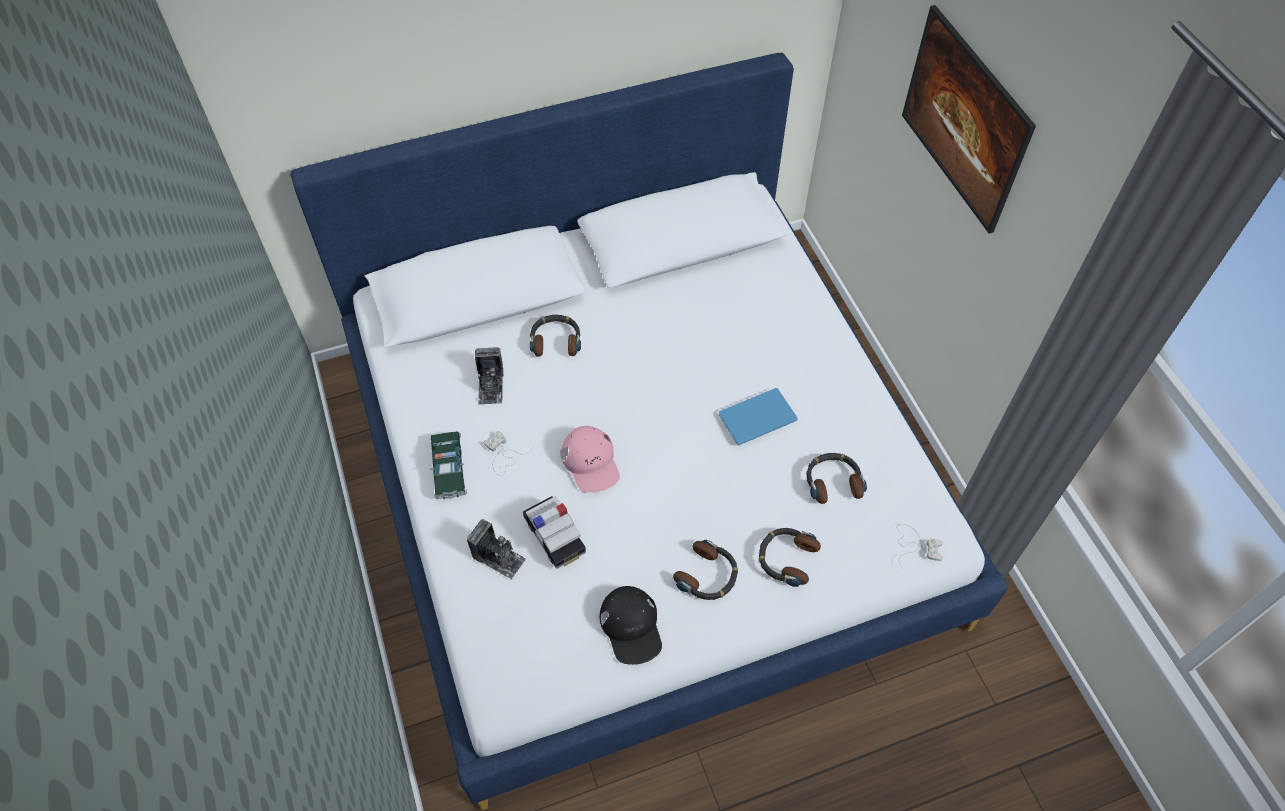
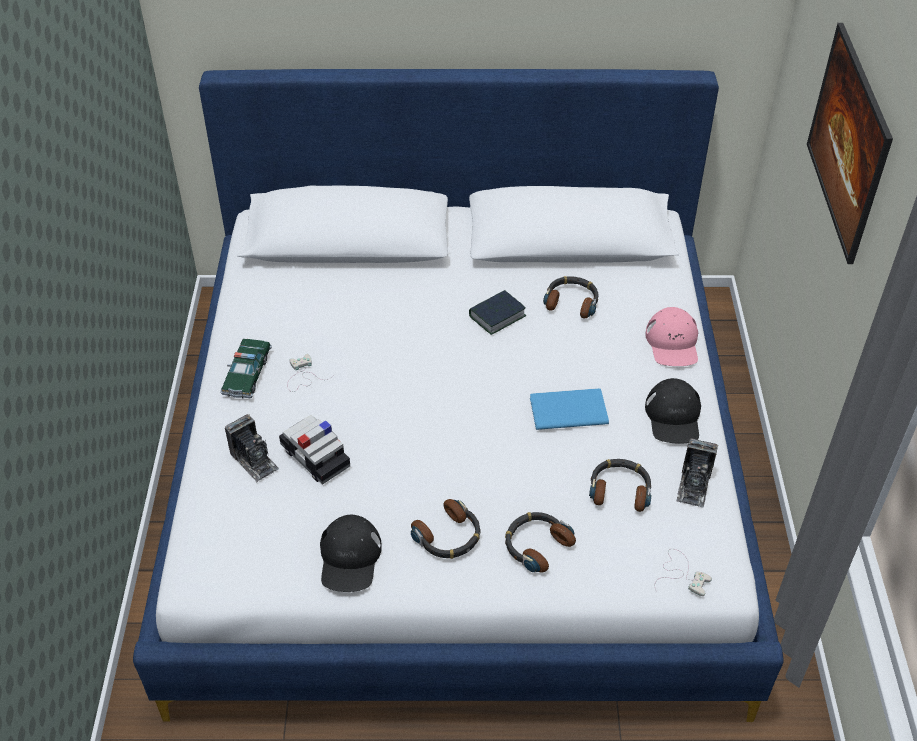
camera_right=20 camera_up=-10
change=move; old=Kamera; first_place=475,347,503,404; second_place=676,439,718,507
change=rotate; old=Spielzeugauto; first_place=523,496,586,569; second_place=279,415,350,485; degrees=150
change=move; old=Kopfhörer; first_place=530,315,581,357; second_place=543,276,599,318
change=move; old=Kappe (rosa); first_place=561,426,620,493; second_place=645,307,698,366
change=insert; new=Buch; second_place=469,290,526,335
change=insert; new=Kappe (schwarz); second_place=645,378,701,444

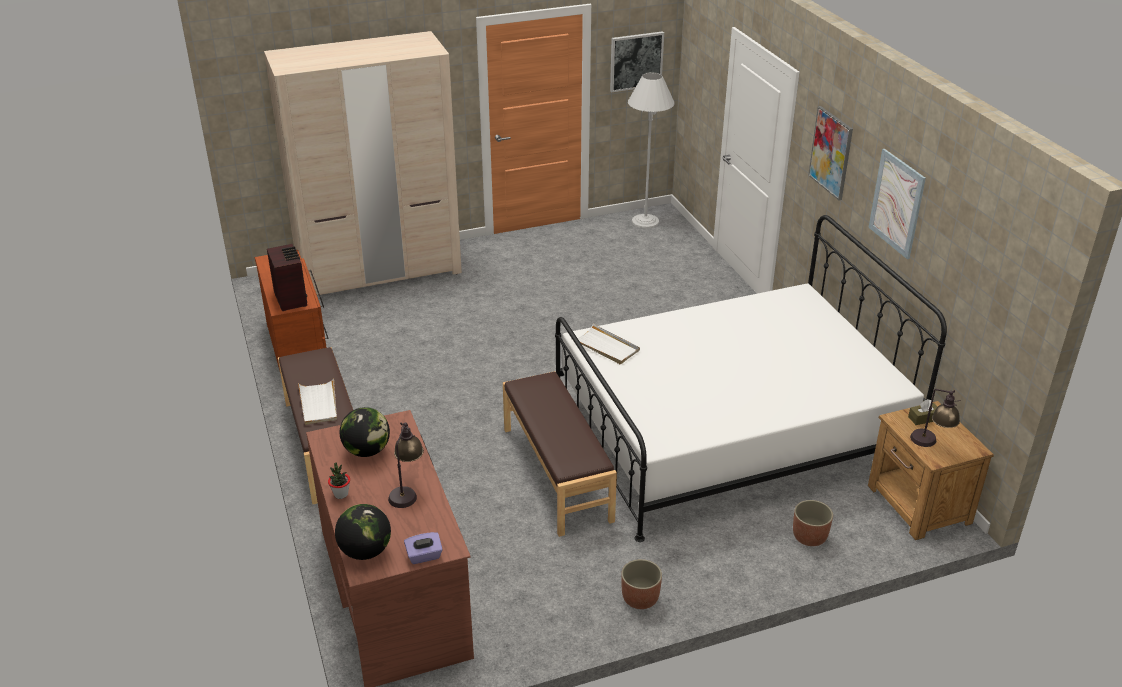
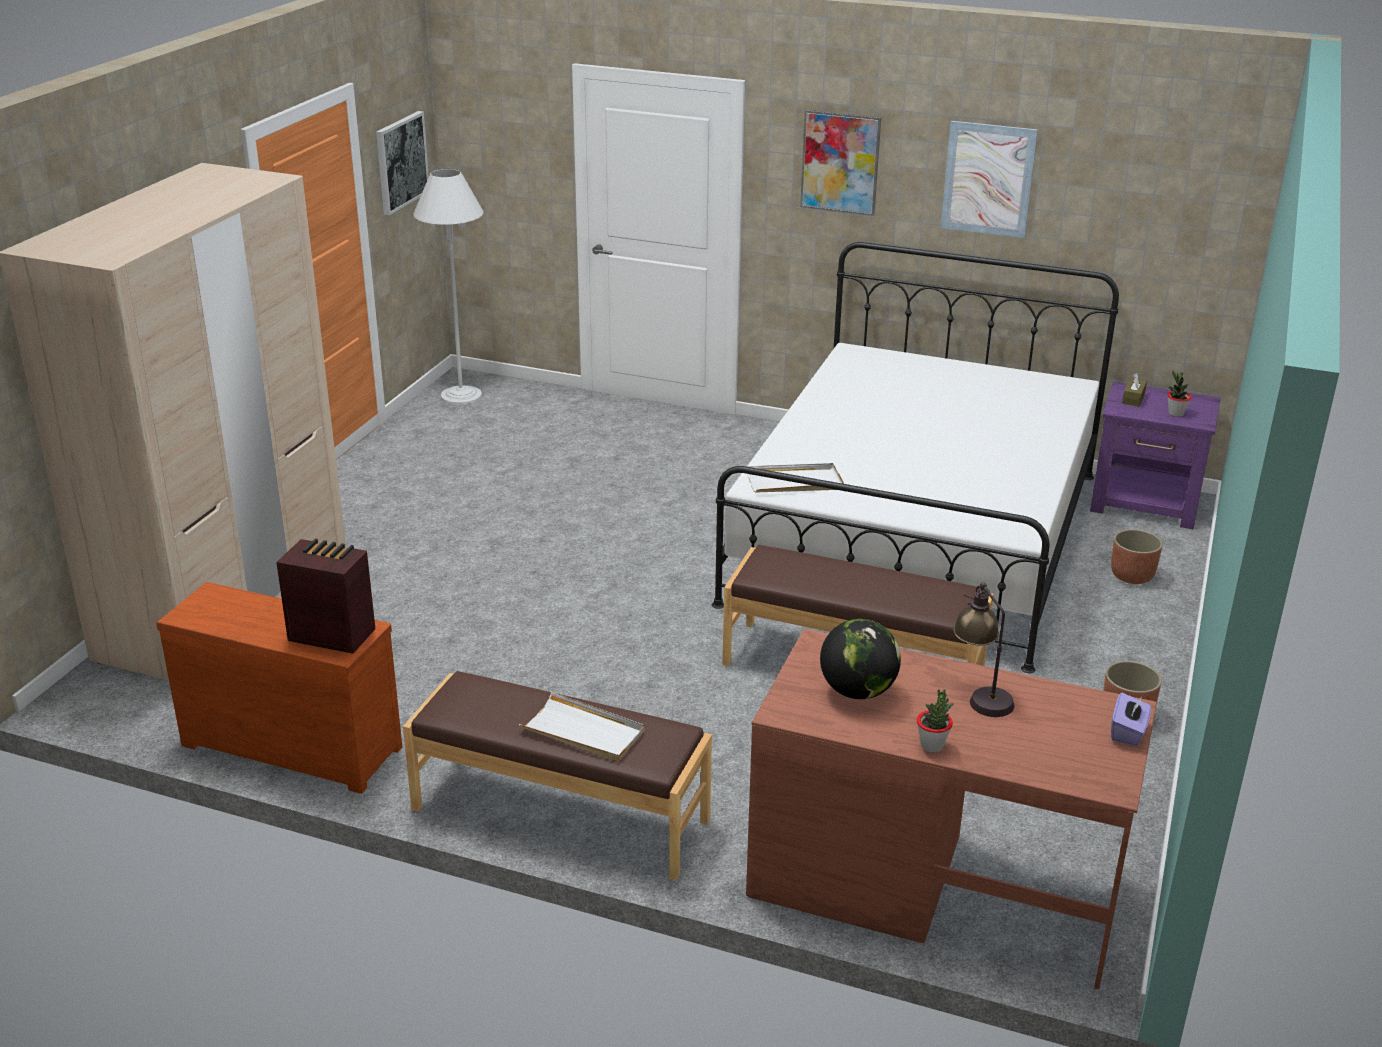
camera_right=-50 camera_up=-5
change=delete; old=Globus; first_place=335,504,391,560
change=recolor; old=Nachttisch (braun); new=Nachttisch (lila); first_place=868,401,994,540; second_place=1090,382,1221,529
change=replace; old=Tischlampe; new=Topfpflanze; first_place=910,389,961,447; second_place=1167,371,1192,417

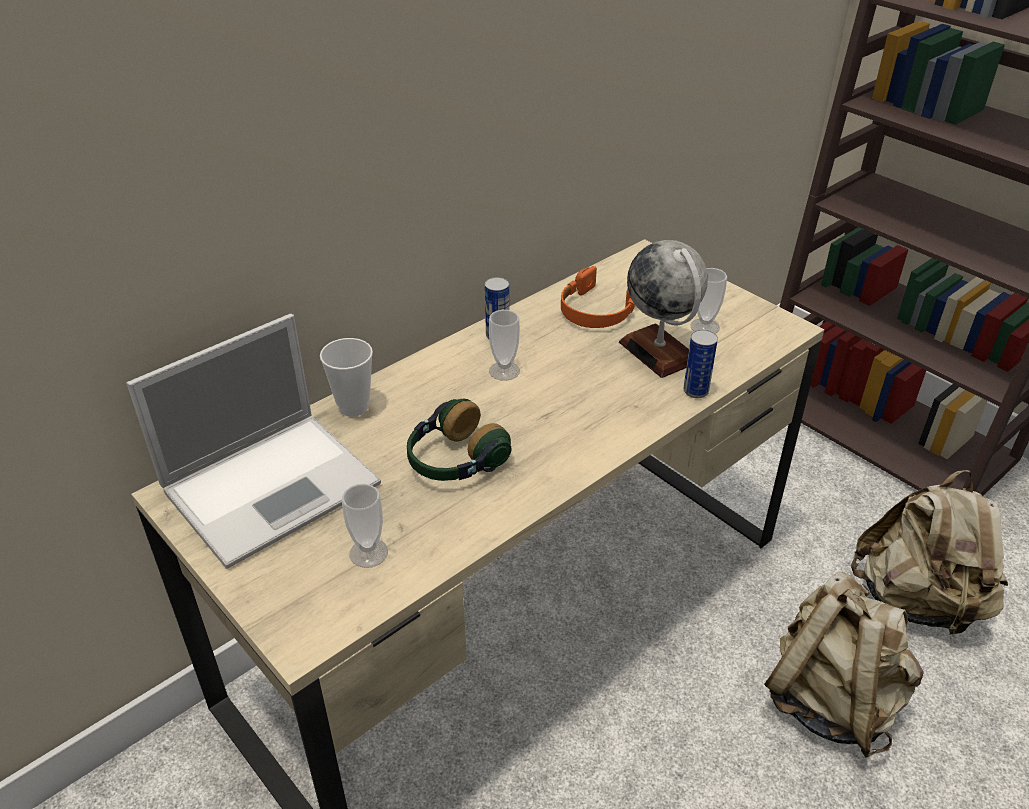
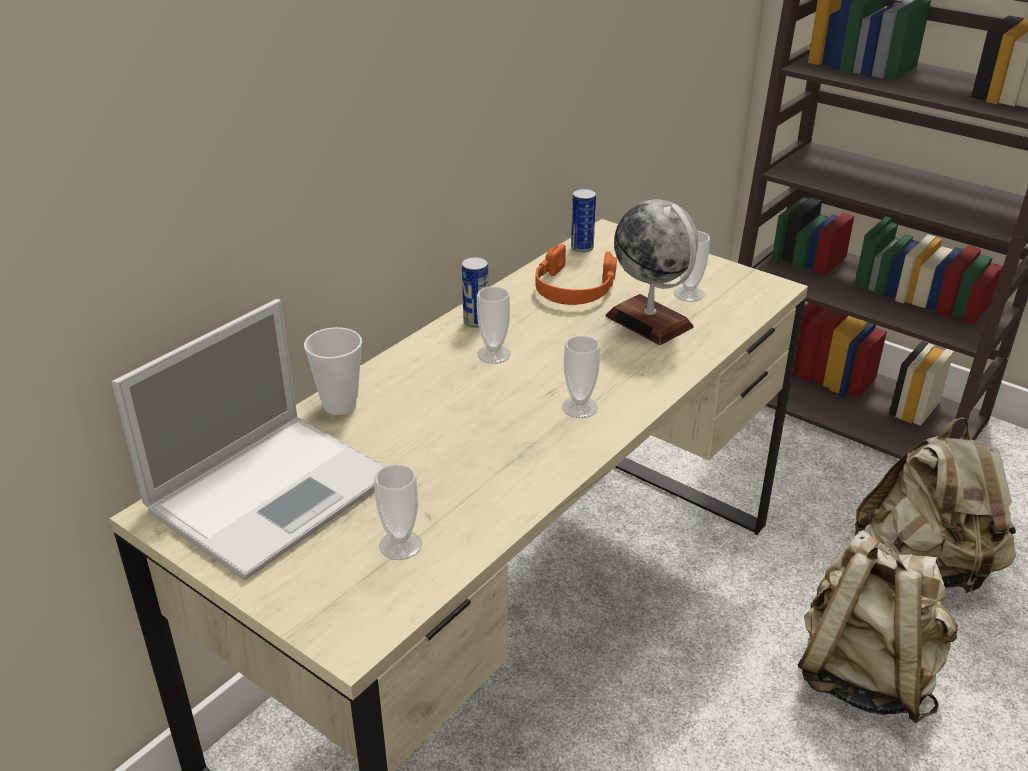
camera_right=-10 camera_up=-5
change=delete; old=Kopfhörer; first_place=407,399,511,481
change=move; old=Dose; first_place=683,330,718,398; second_place=571,188,596,253
change=insert; new=Tasse; second_place=562,335,600,418

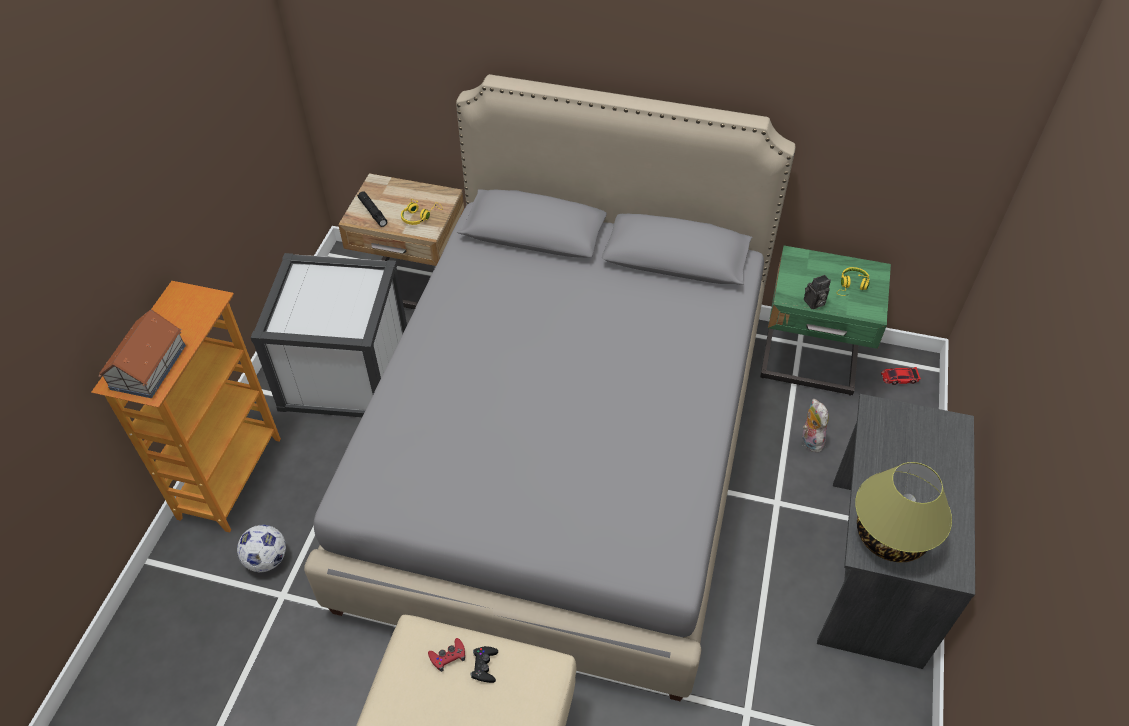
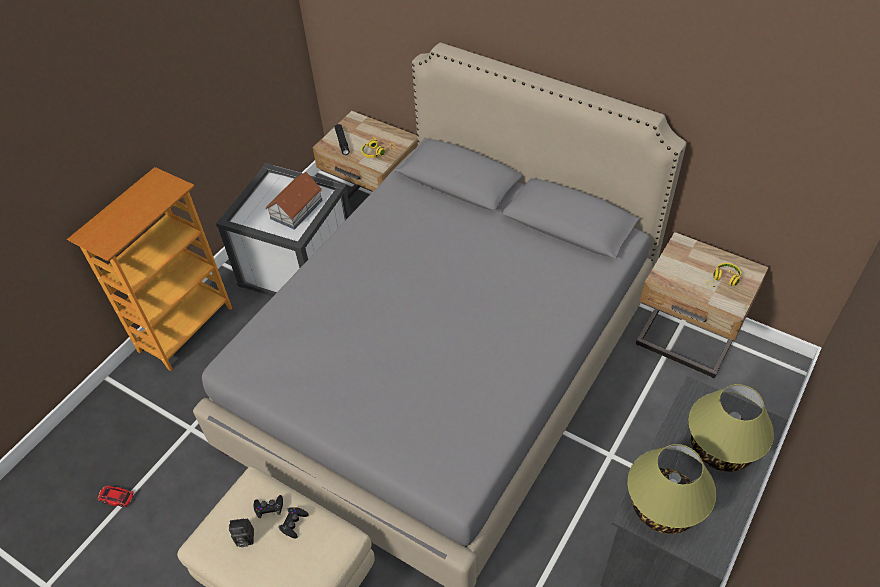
camera_right=20 camera_up=0
change=move; old=Spielzeughaus; first_place=98,309,186,398; second_place=265,172,323,229
change=delete; old=Fußball; first_place=237,525,286,572
change=recolor; old=Gamepad (rot); new=Gamepad (schwarz); first_place=428,638,465,672; second_place=254,495,283,518
change=recolor; old=Nachttisch (grün); new=Nachttisch (beige); first_place=760,246,891,395; second_place=636,232,769,378
change=delete; old=Plüschtier; first_place=802,399,829,453
change=move; old=Kamera; first_place=804,275,831,309; second_place=229,519,254,547
change=move; old=Spielzeugauto; first_place=881,367,921,385; second_place=98,485,134,507
change=insert; new=Tischlampe; second_place=689,384,774,472

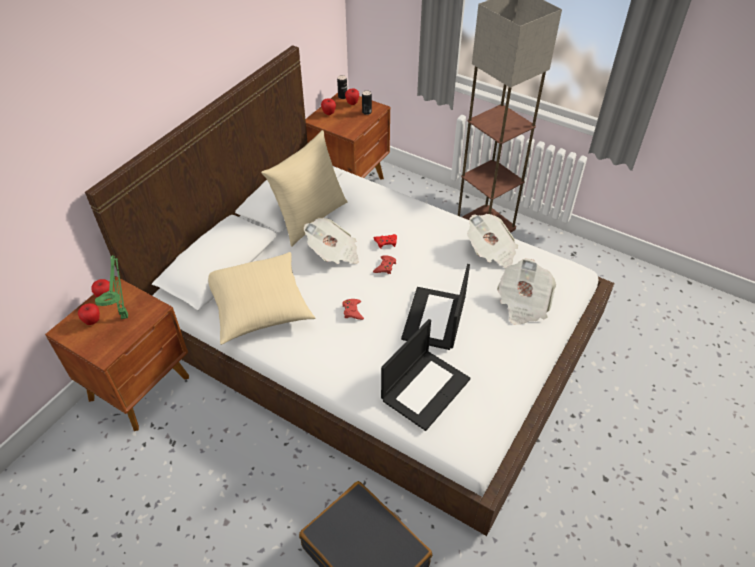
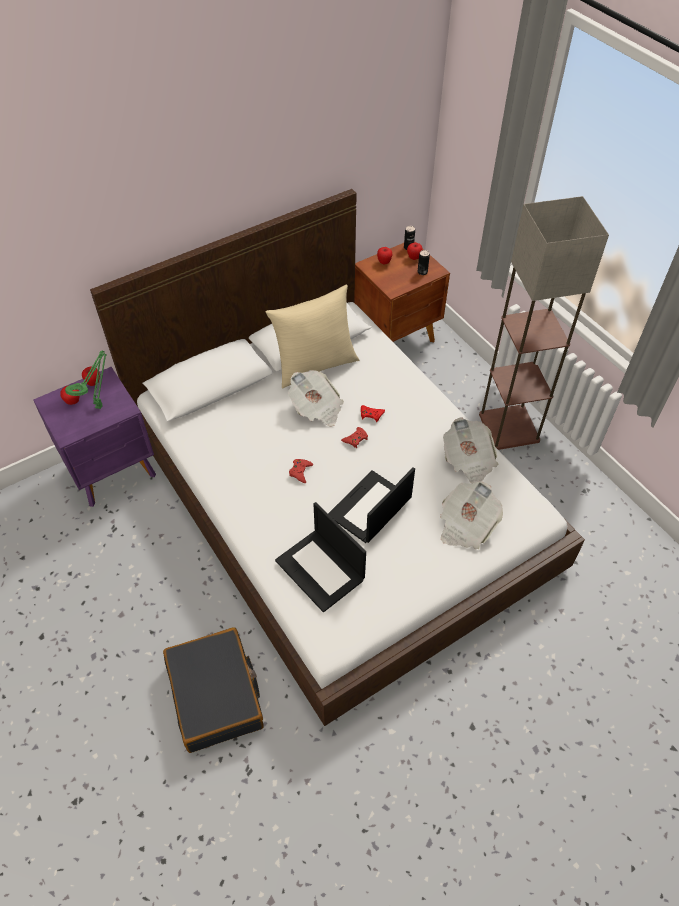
camera_right=25 camera_up=5
change=recolor; old=Nachttisch (braun); new=Nachttisch (lila); first_place=45,276,189,431; second_place=33,367,156,507
change=delete; old=Kissen (beige); first_place=208,252,316,345
change=rotate; old=Laptop; first_place=381,319,470,431; second_place=275,502,366,613; degrees=75

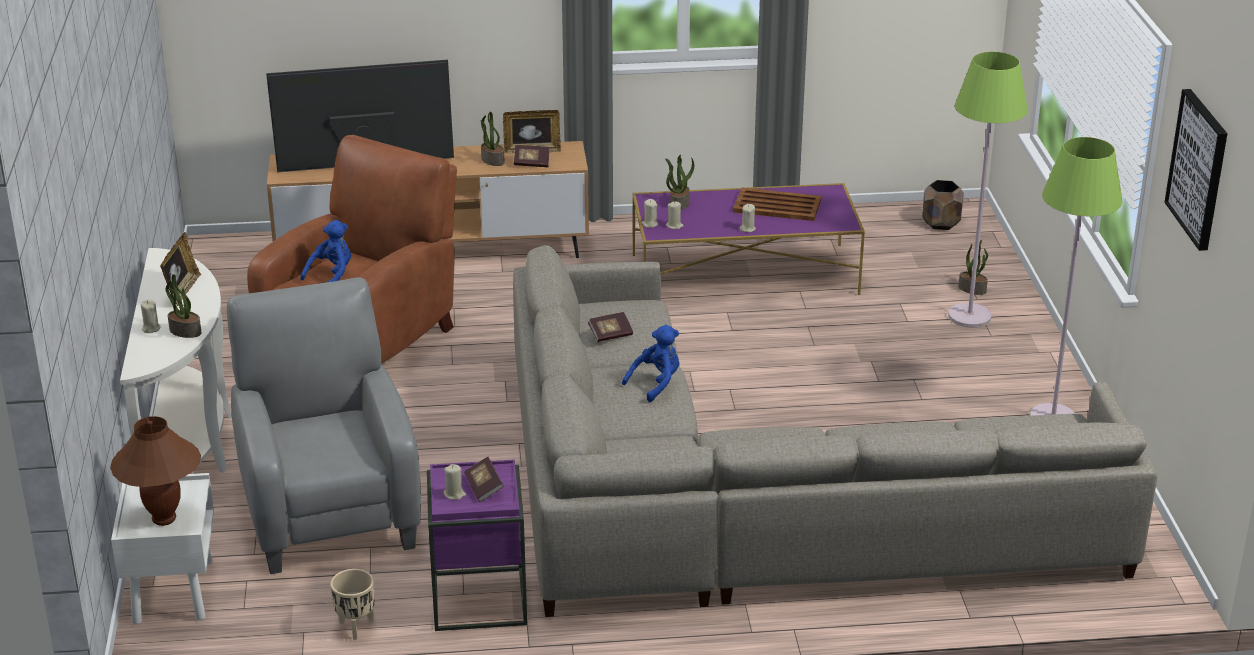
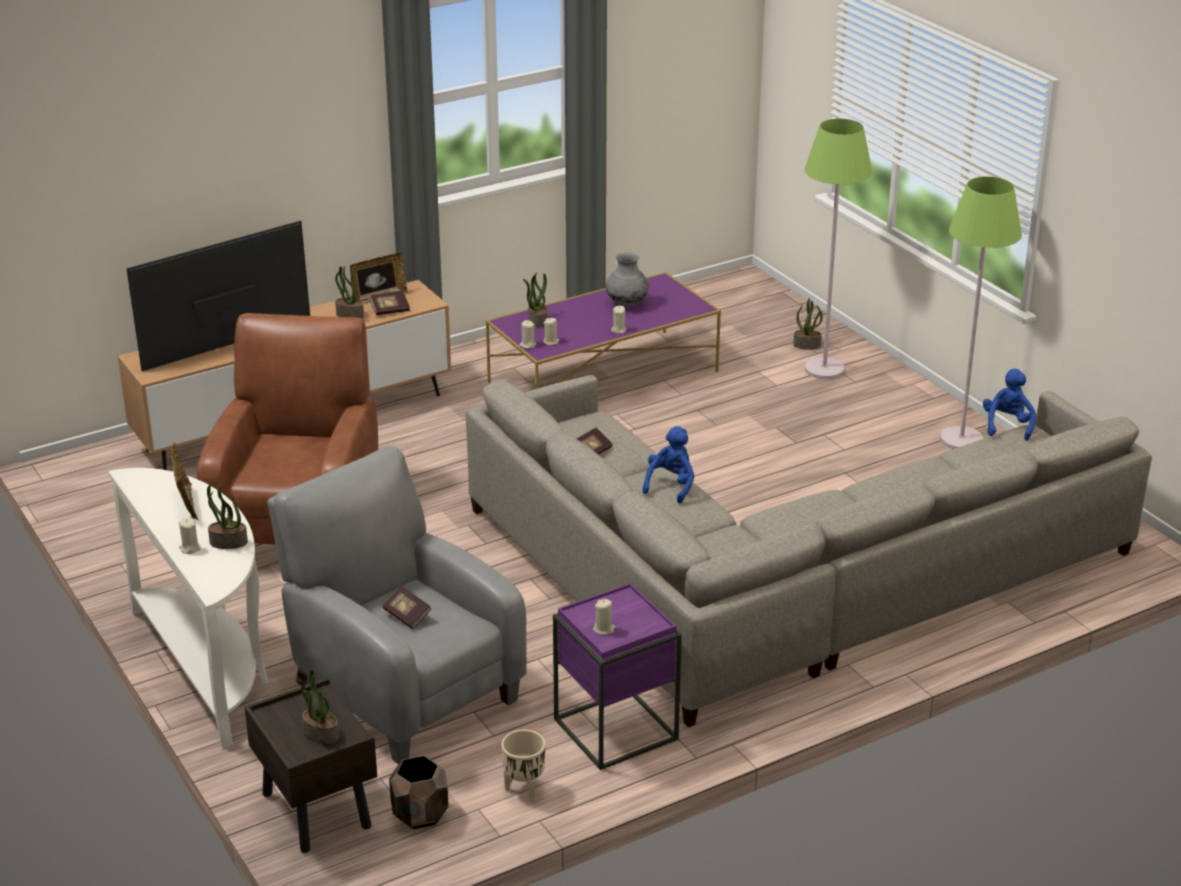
camera_right=-25 camera_up=0
change=replace; old=Tischlampe (braun); new=Topfpflanze; first_place=110,416,201,526; second_place=301,670,339,744
change=recolor; old=Nachttisch (weiß); new=Nachttisch (braun); first_place=111,473,214,625; second_place=244,678,377,853
change=move; old=Plüschtier (blau); first_place=300,220,351,282; second_place=983,369,1036,440
change=move; old=Buch; first_place=464,457,504,502; second_place=382,586,432,629
change=replace; old=Tablett (braun); new=Vase (grau); first_place=733,188,821,221; second_place=606,252,649,307
change=move; old=Pflanzkübel (braun); first_place=922,180,964,230; second_place=389,756,449,829
change=delete; old=Bild; first_place=1165,89,1227,251

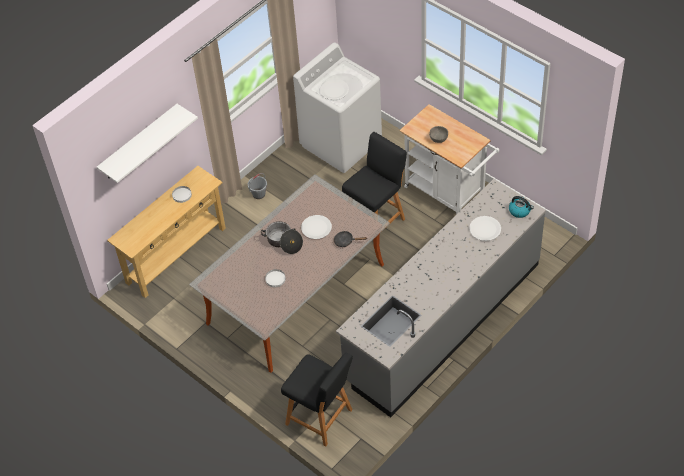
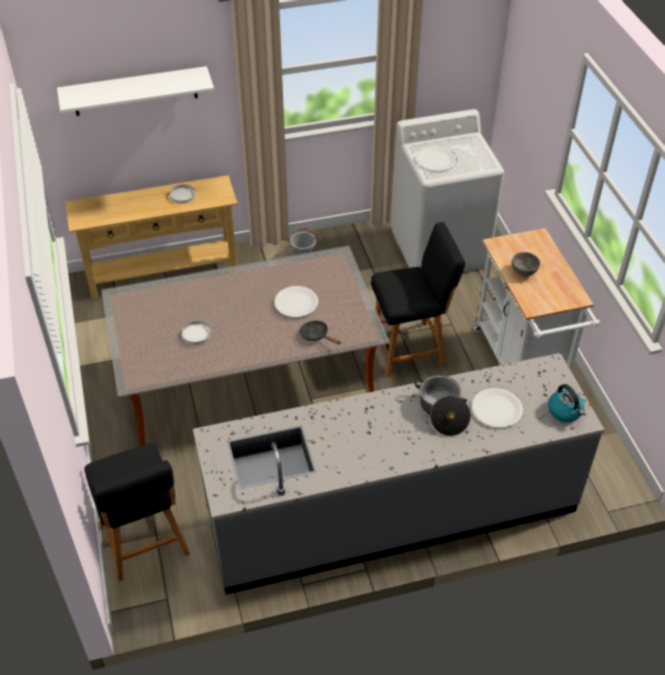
camera_right=30 camera_up=-5
change=move; old=Kochtopf; first_place=261,221,303,254; second_place=414,375,471,436

